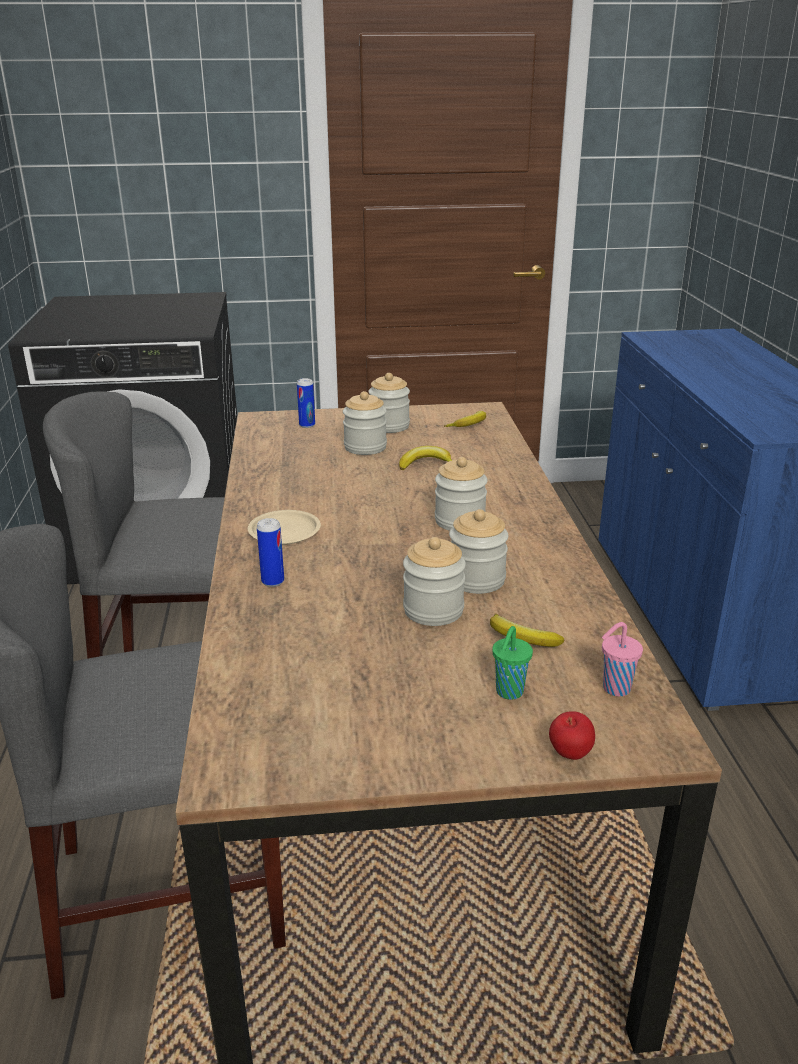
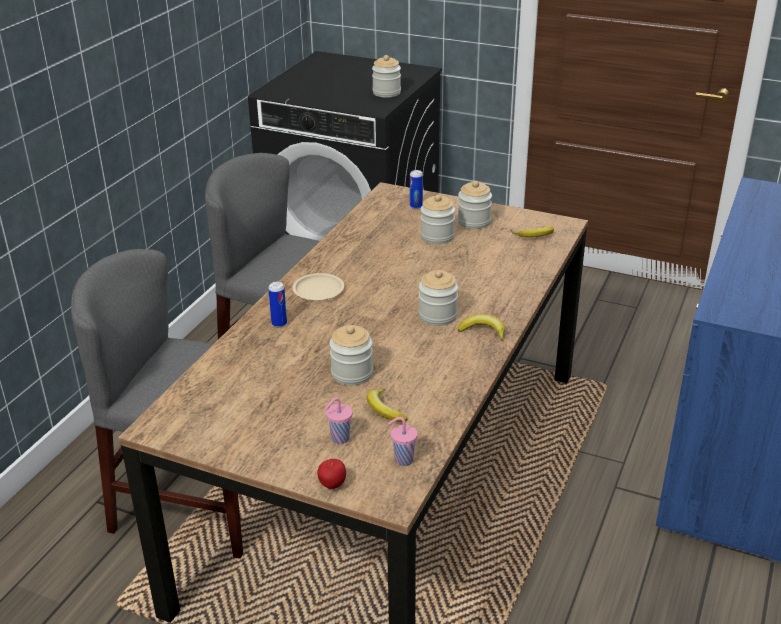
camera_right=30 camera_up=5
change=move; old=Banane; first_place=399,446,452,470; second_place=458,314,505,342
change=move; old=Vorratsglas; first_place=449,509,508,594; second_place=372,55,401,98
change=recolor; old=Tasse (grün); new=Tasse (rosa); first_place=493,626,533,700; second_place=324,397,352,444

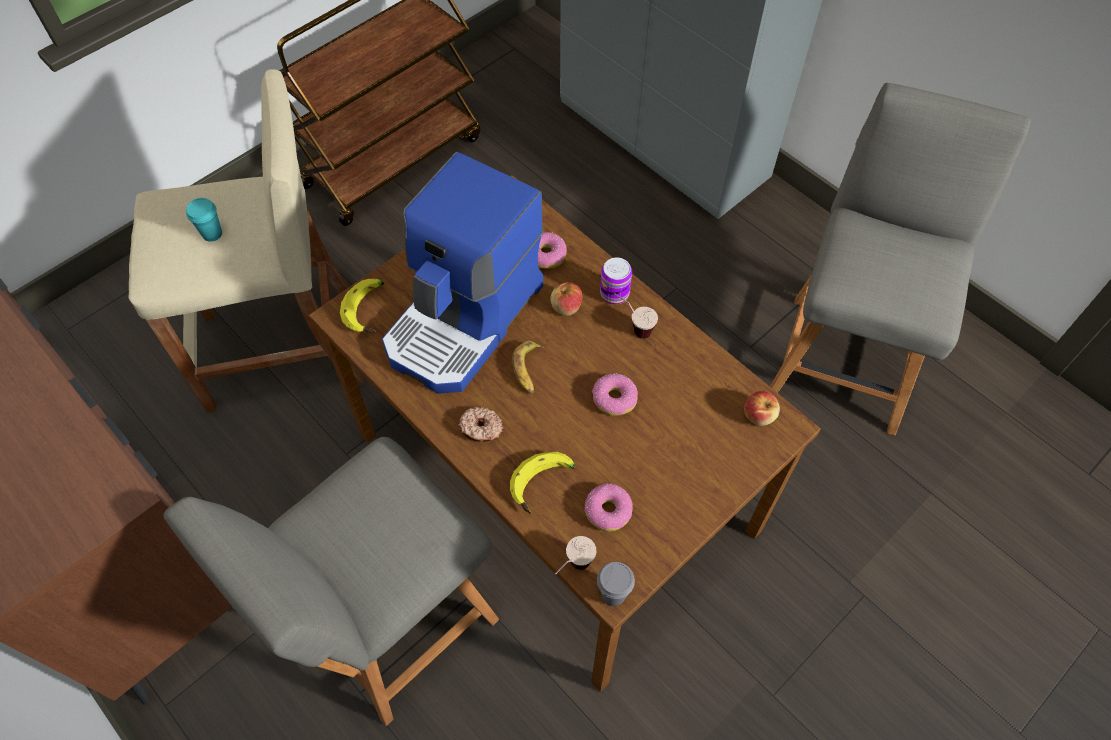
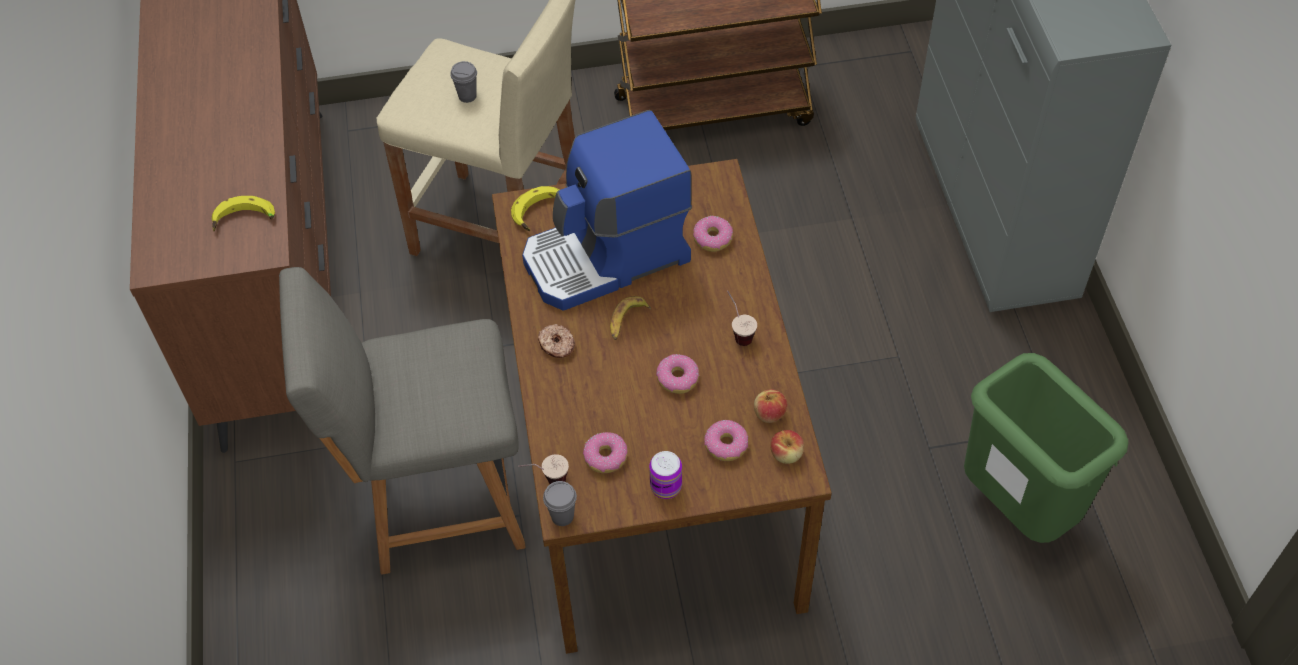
camera_right=35 camera_up=-5
change=recolor; old=Tasse (türkis); new=Tasse (grau); first_place=186,198,222,242; second_place=450,61,477,103
change=move; old=Banane; first_place=510,452,575,514; second_place=212,196,275,231
change=move; old=Apfel; first_place=550,282,582,316; second_place=754,389,787,423
change=move; old=Dose; first_place=600,257,632,304; second_place=649,451,682,499
change=replace; old=Stuhl (grau); new=Mülleimer (grün); first_place=770,83,1031,436; second_place=964,353,1128,543
change=insert; new=Donut; second_place=704,420,748,461

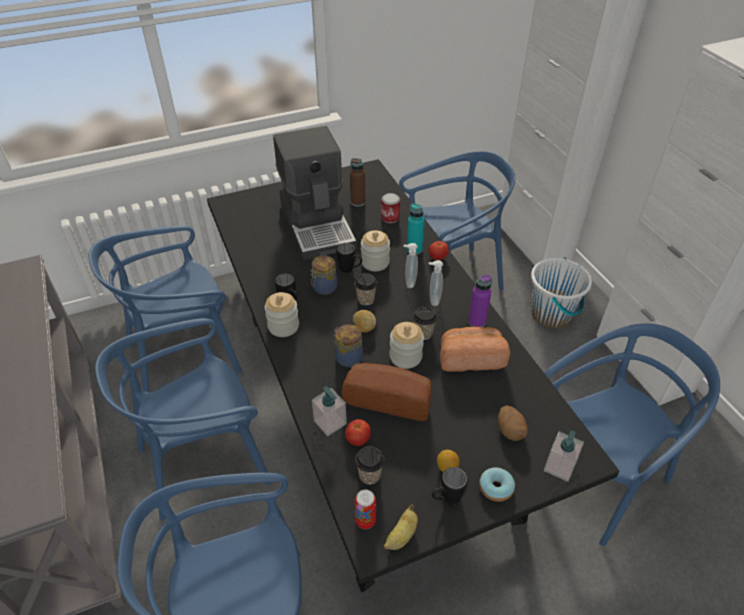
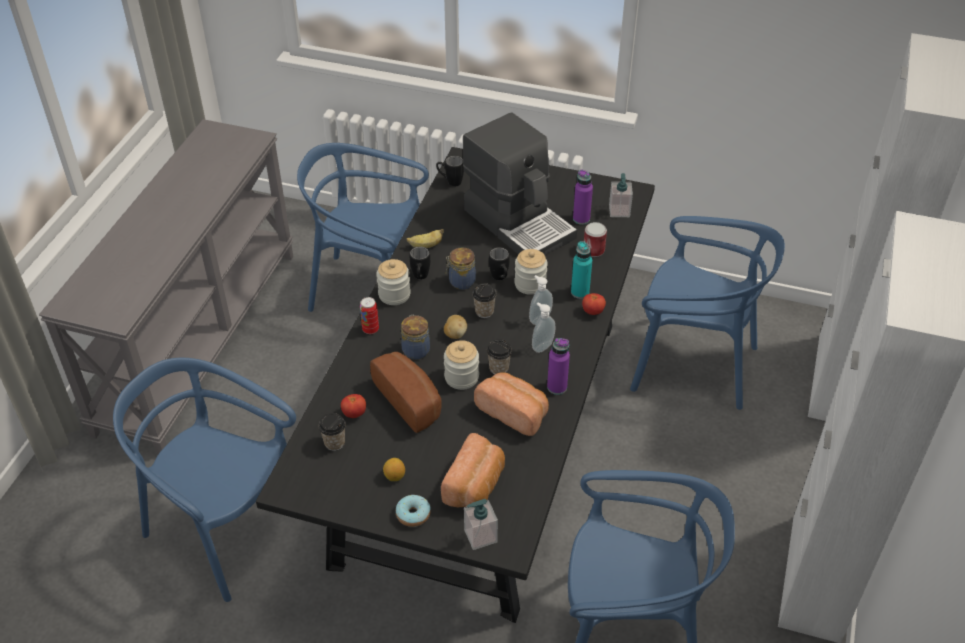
camera_right=40 camera_up=0
change=delete; old=Stuhl (blau); first_place=95,318,272,521
change=rotate; old=Kaffeemaschine; first_place=273,126,357,261; second_place=463,112,577,255; degrees=-60
change=move; old=Seifenspender; first_place=312,386,347,436; second_place=609,173,633,217
change=recolor; old=Flasche (braun); new=Flasche (lila); first_place=350,158,365,207; second_place=573,170,593,225
change=move; old=Dose; first_place=355,489,376,529; second_place=360,297,379,334
change=move; old=Banane; first_place=384,504,418,550; second_place=406,229,444,248
change=move; old=Henkelbecher (schwarz); first_place=432,467,468,505; second_place=436,156,464,186
change=replace; old=Kartoffel; new=Brot; first_place=498,405,528,441; second_place=441,433,505,507
change=delete; old=Eimer (weiß); first_place=531,257,592,329

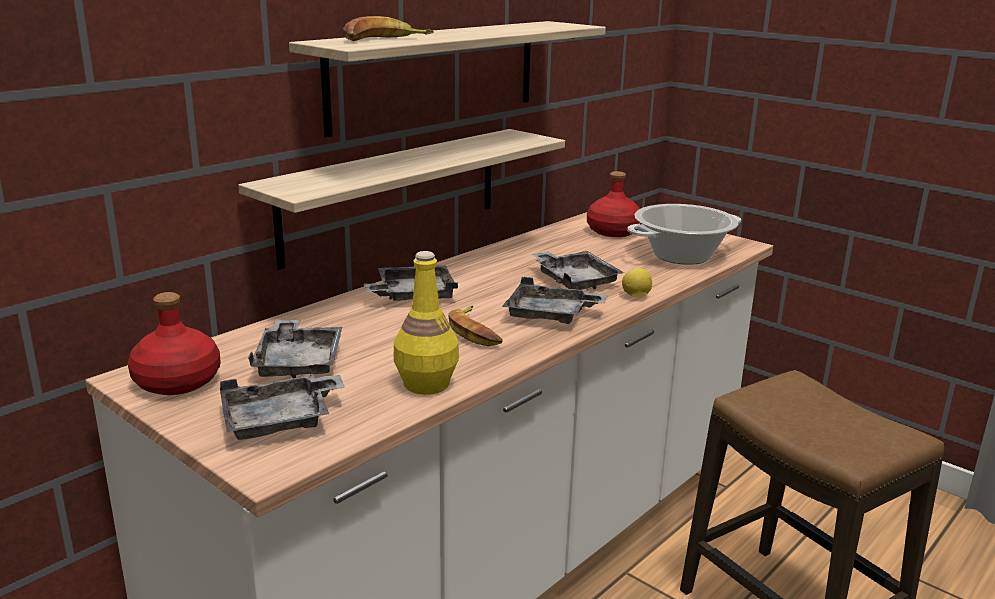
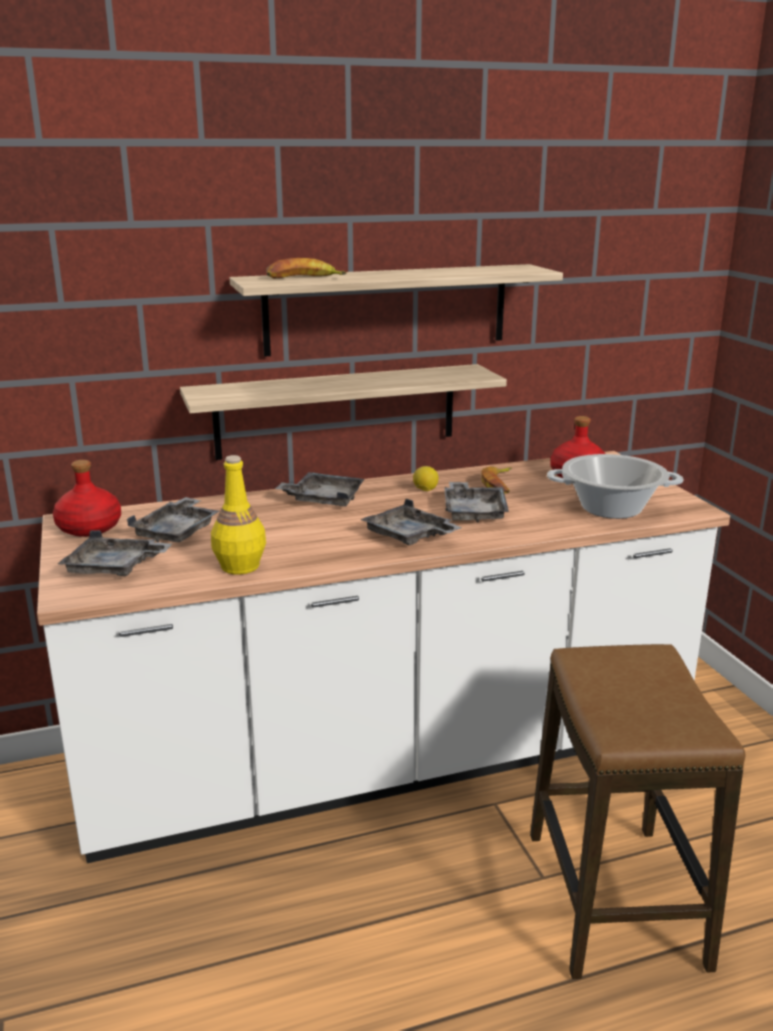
camera_right=30 camera_up=0
change=move; old=Banane; first_place=448,305,502,346; second_place=482,466,512,494
change=move; old=Zitrone; first_place=622,268,652,297; second_place=413,466,439,491

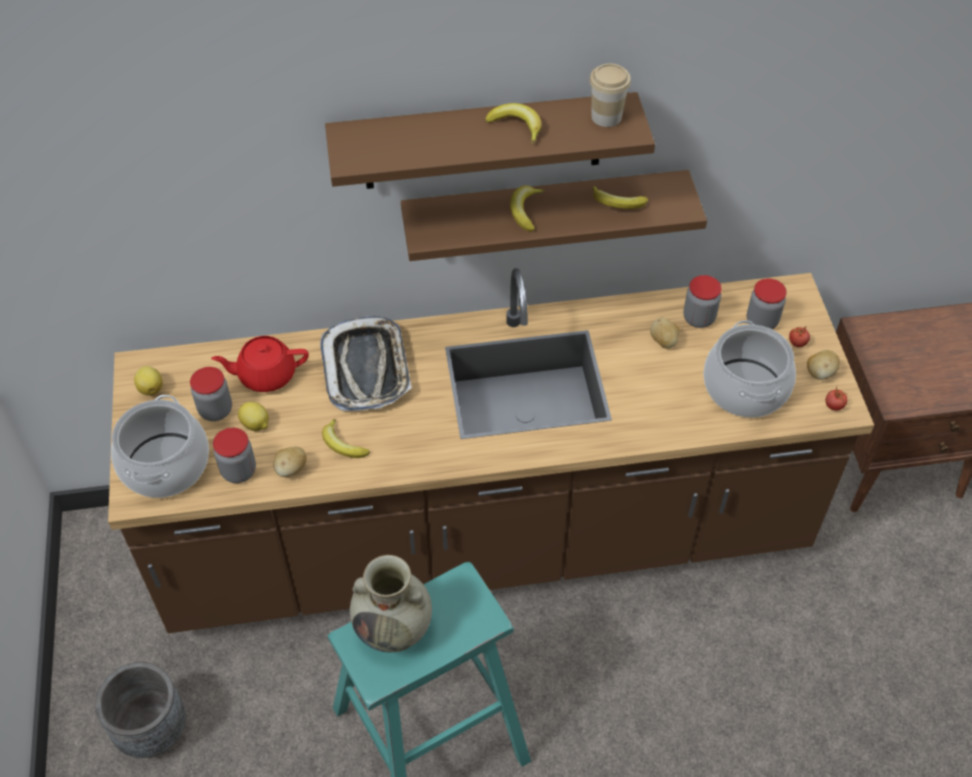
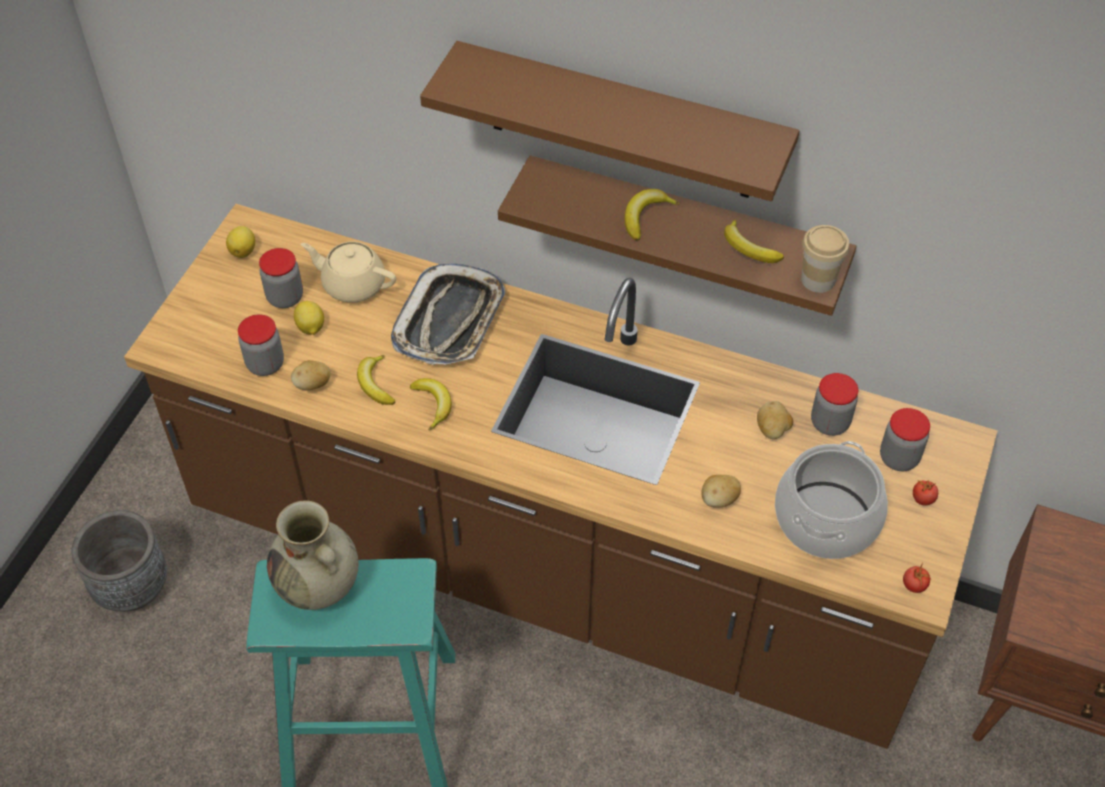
camera_right=30 camera_up=0
change=delete; old=Kochtopf; first_place=111,395,209,498
change=recolor; old=Teekanne (rot); new=Teekanne (beige); first_place=211,336,309,392; second_place=301,241,396,303
change=move; old=Banane; first_place=485,103,542,144; second_place=410,378,452,431
change=move; old=Tasse; first_place=589,63,631,127; second_place=801,225,849,293
change=move; old=Kartoffel; first_place=807,350,840,380; second_place=701,475,741,508

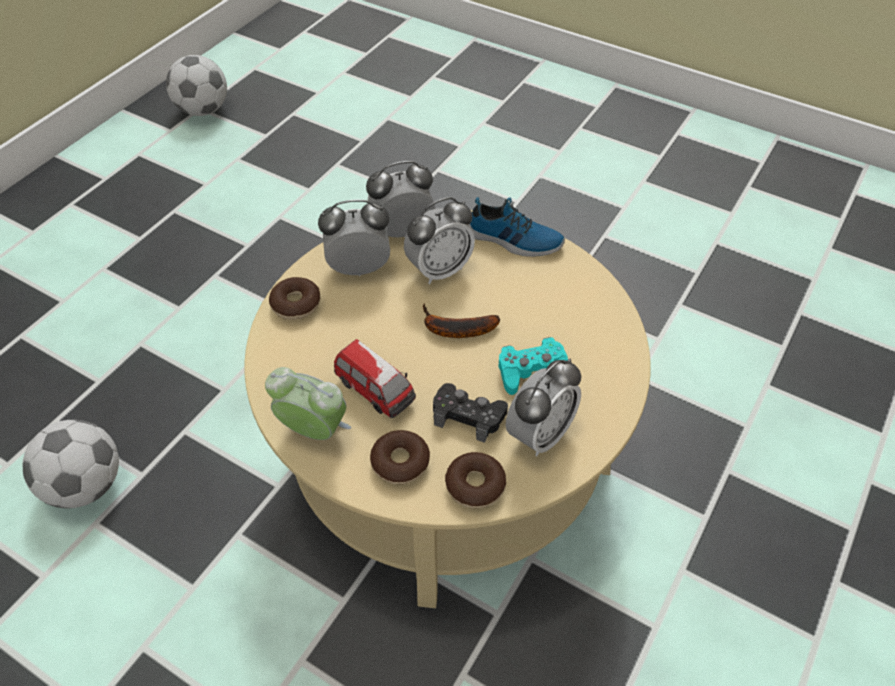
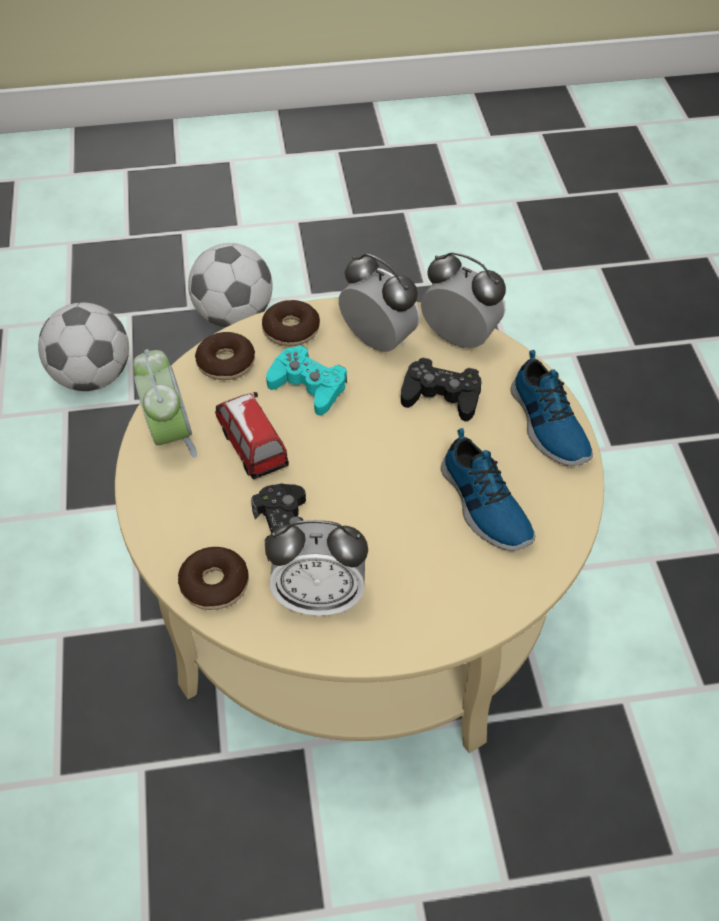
camera_right=50 camera_up=0
change=move; old=Fußball; first_place=166,55,227,116; second_place=188,243,273,327
change=rotate; old=Spielzeugauto; first_place=334,339,416,418; second_place=215,392,289,479; degrees=150
change=move; old=Donut; first_place=370,430,430,484; second_place=195,332,255,380
change=replace; old=Wecker; new=Gamepad (schwarz); first_place=404,197,475,284; second_place=401,358,482,421
change=delete; old=Banane; first_place=423,303,500,338
change=move; old=Gamepad (türkis); first_place=498,337,568,395; second_place=266,345,347,415
change=insert; new=Schuh; second_place=441,428,535,551

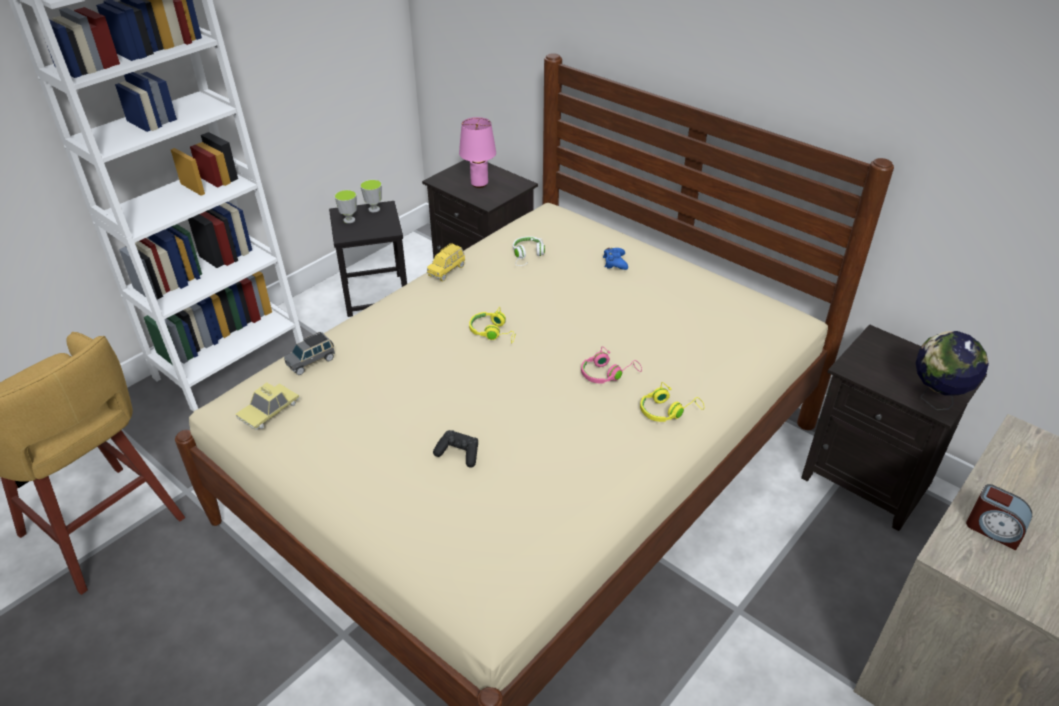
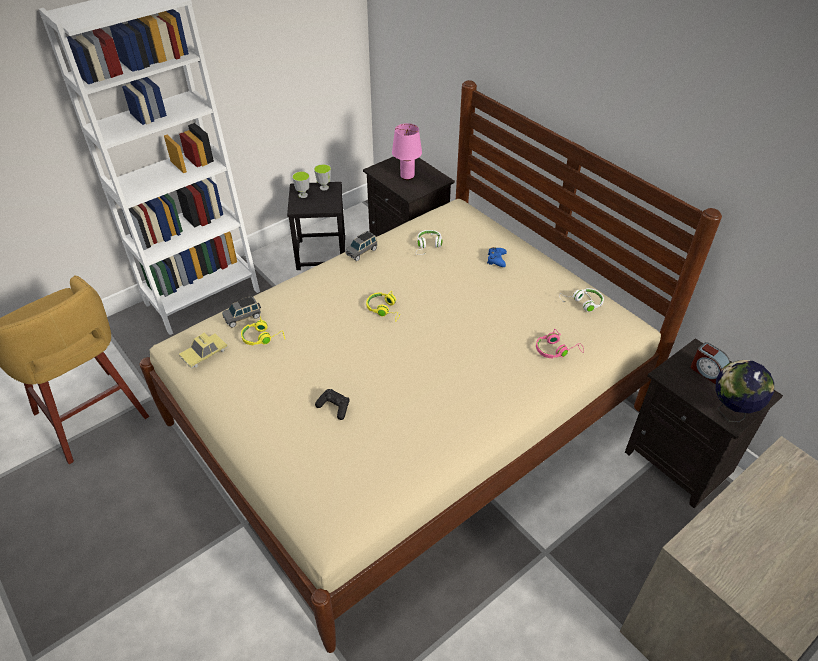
camera_right=10 camera_up=5
change=recolor; old=Spielzeugauto (gelb); new=Spielzeugauto (grau); first_place=427,243,465,281; second_place=345,231,377,261
change=move; old=Kopfhörer (rosa); first_place=581,346,642,383; second_place=536,329,584,358
change=move; old=Kopfhörer (gelb); first_place=640,382,704,422; second_place=241,317,285,345
change=move; old=Wecker; first_place=966,484,1032,550; second_place=691,342,730,384
change=insert; new=Kopfhörer (weiß); second_place=559,288,604,312

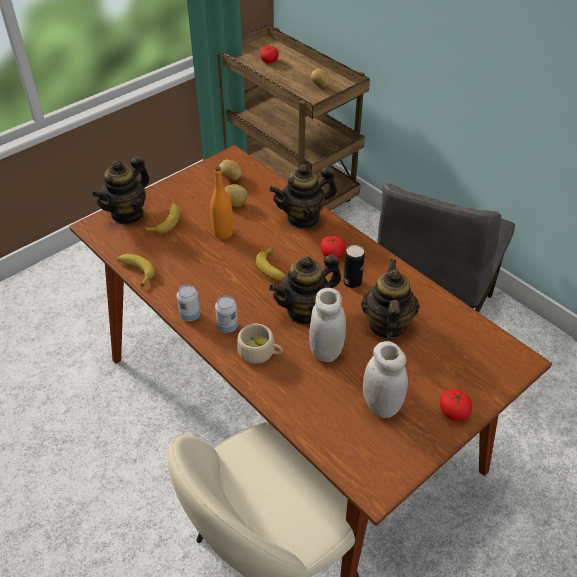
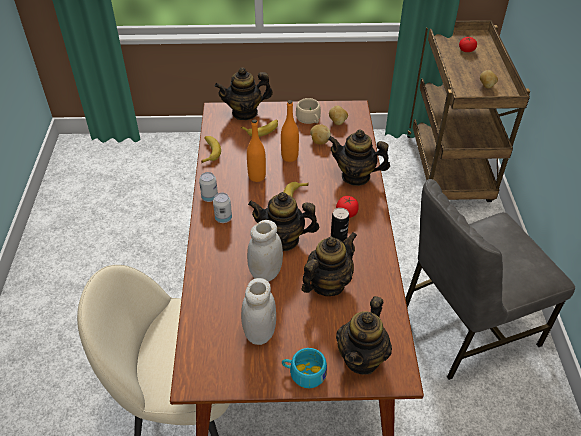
camera_right=40 camera_up=0
change=move; old=Tasse (beige); first_place=237,324,283,364; second_place=296,98,321,124
change=replace; old=Tomate; new=Tasse (türkis); first_place=439,389,472,421; second_place=282,348,327,388
change=insert; new=Flasche (orange); second_place=247,119,266,182
change=insert; new=Teekanne; second_place=336,296,392,375

